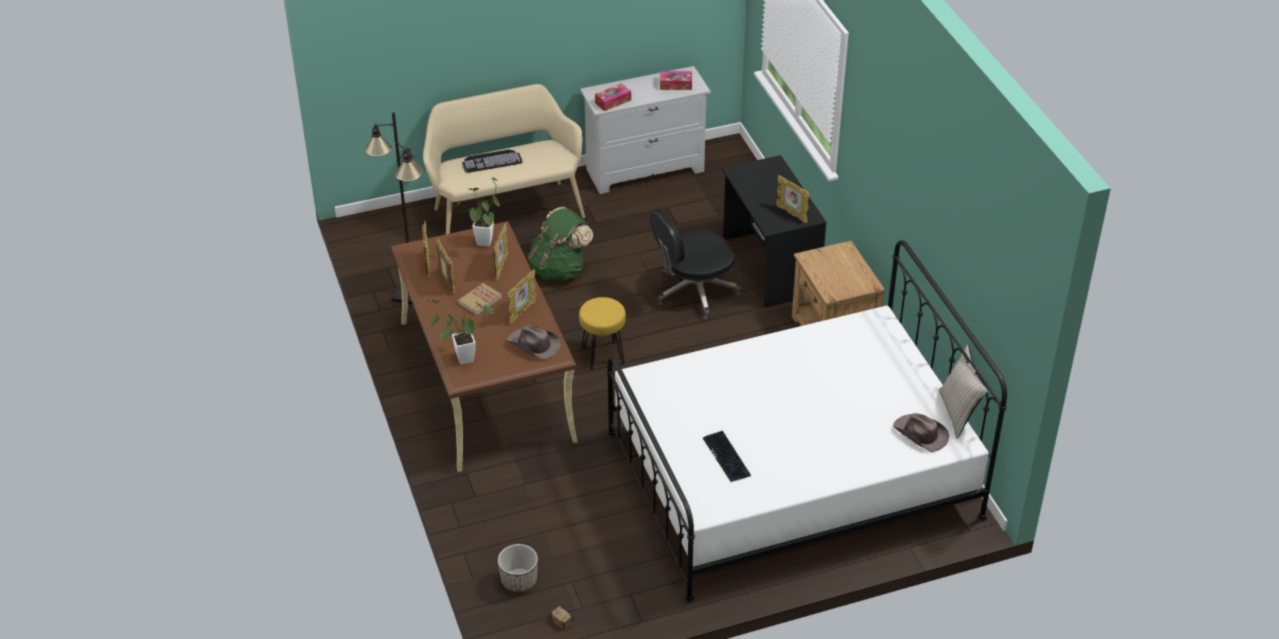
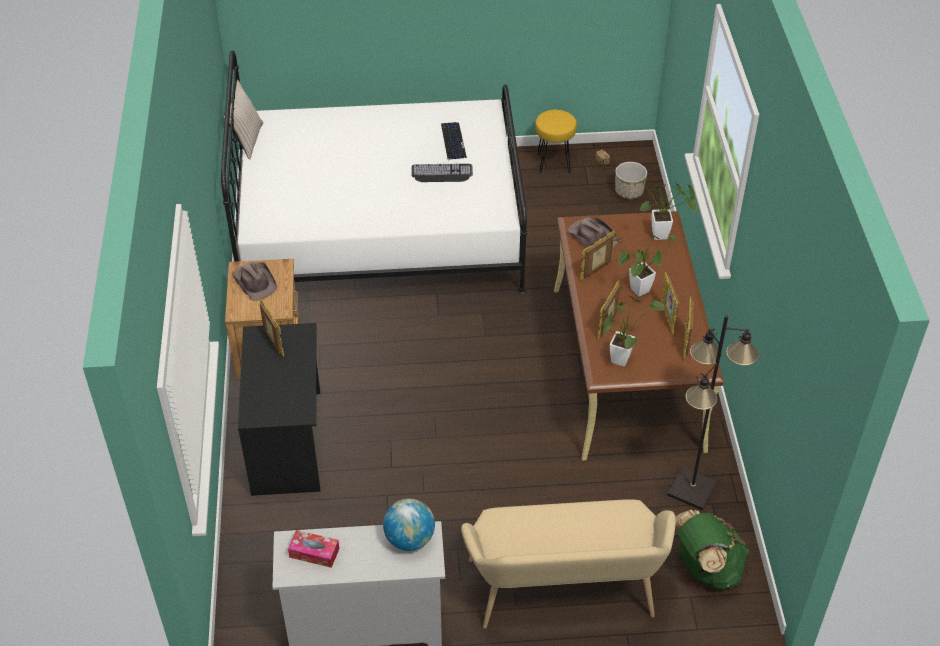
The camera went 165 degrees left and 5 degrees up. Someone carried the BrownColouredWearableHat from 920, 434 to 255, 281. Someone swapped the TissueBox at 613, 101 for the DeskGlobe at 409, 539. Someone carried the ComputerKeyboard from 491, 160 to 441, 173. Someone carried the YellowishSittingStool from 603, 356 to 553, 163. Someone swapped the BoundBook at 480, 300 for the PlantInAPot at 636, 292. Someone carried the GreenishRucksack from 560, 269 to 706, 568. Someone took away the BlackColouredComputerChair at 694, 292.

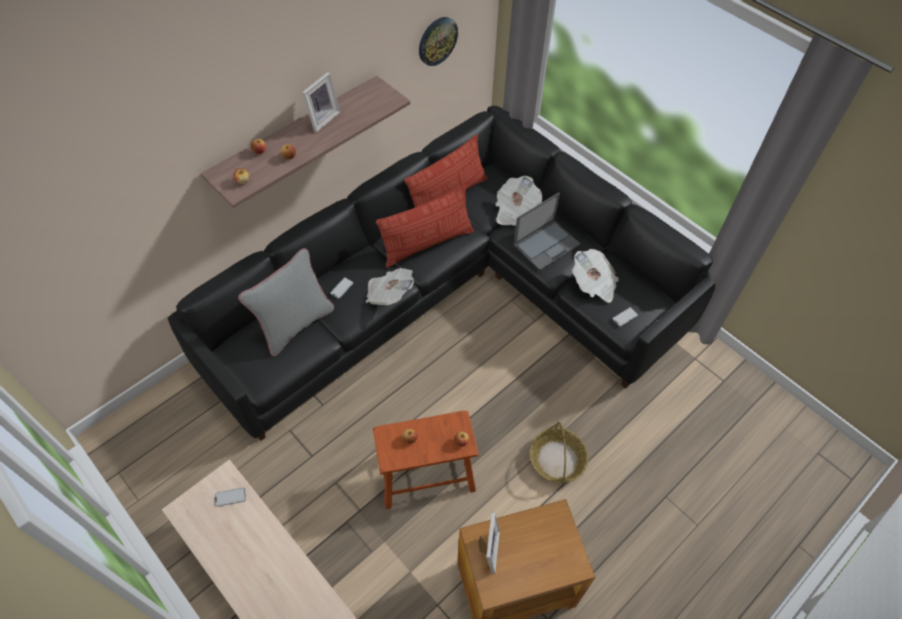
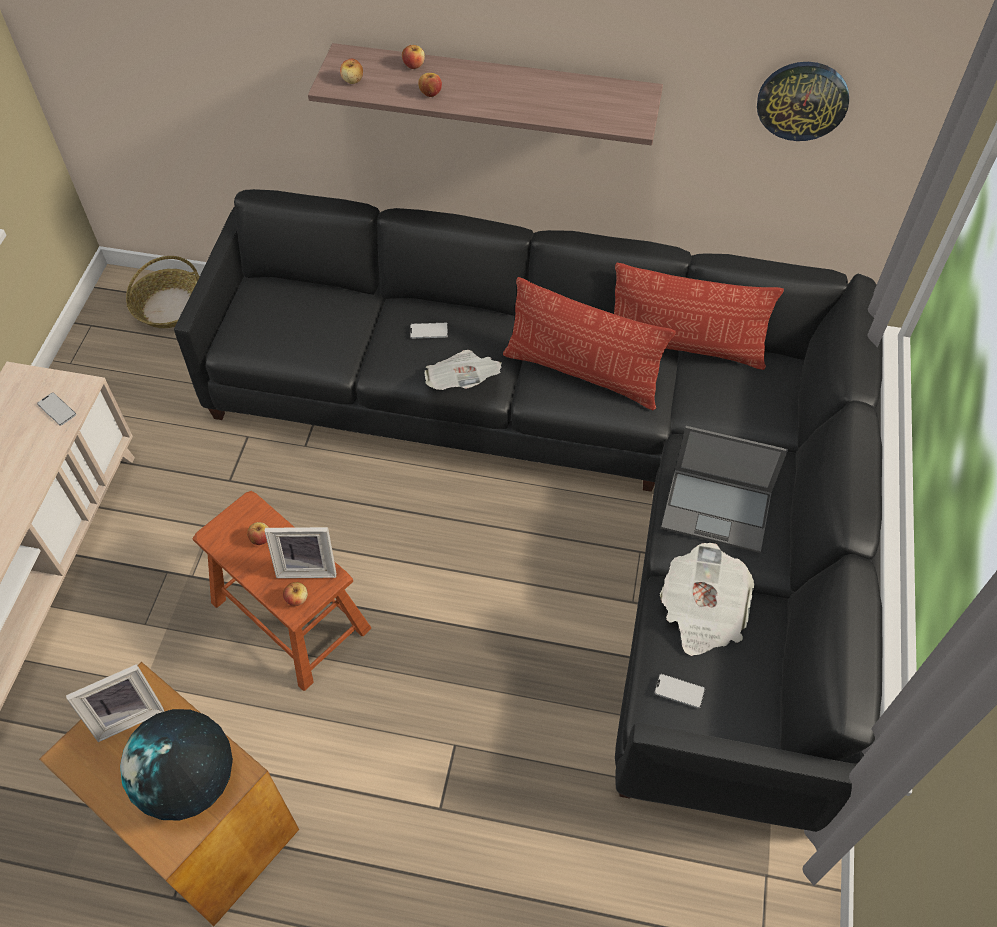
The camera went 55 degrees right and 0 degrees up. Someone put down the DeskGlobe at 190, 781. Someone carried the StorageBasket from 557, 459 to 169, 306. Someone carried the PictureFrame from 322, 119 to 307, 566. Someone took away the GrayPillow at 295, 325. Someone took away the DailyPaper at 515, 211.

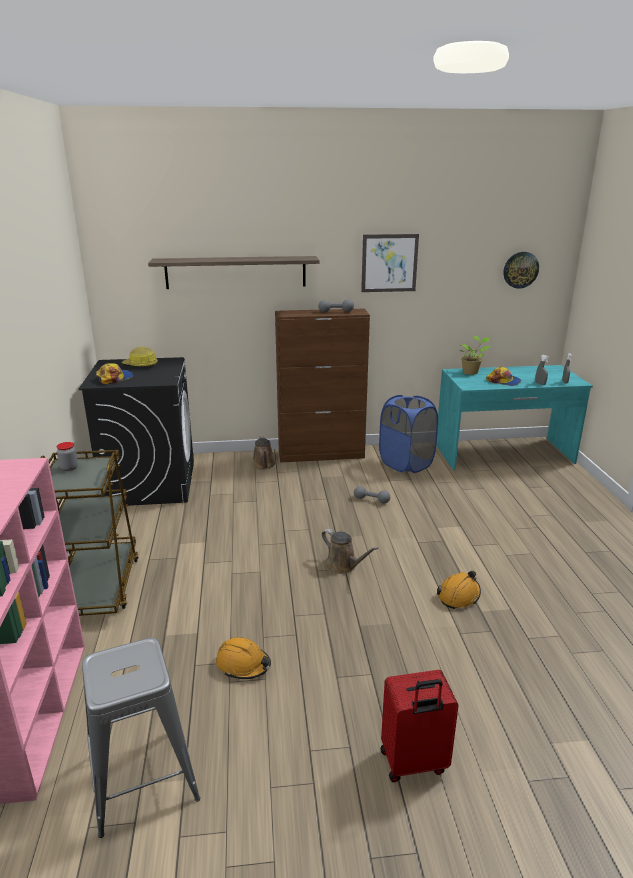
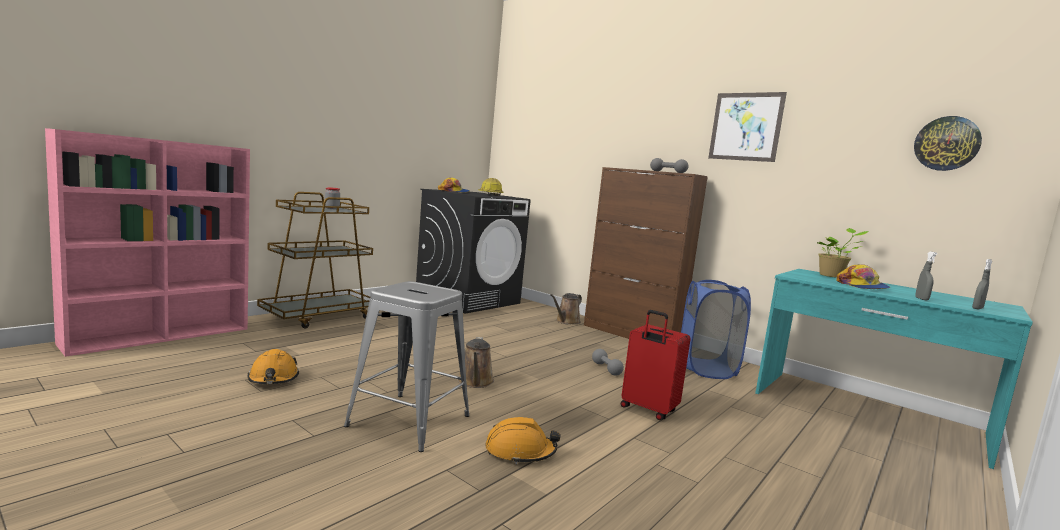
The camera went 45 degrees right and 15 degrees down. Someone carried the GraySittingStool from 143, 777 to 409, 421. Someone carried the ReddishTravelCase from 413, 763 to 648, 410. Someone took away the Shelf at 236, 272.

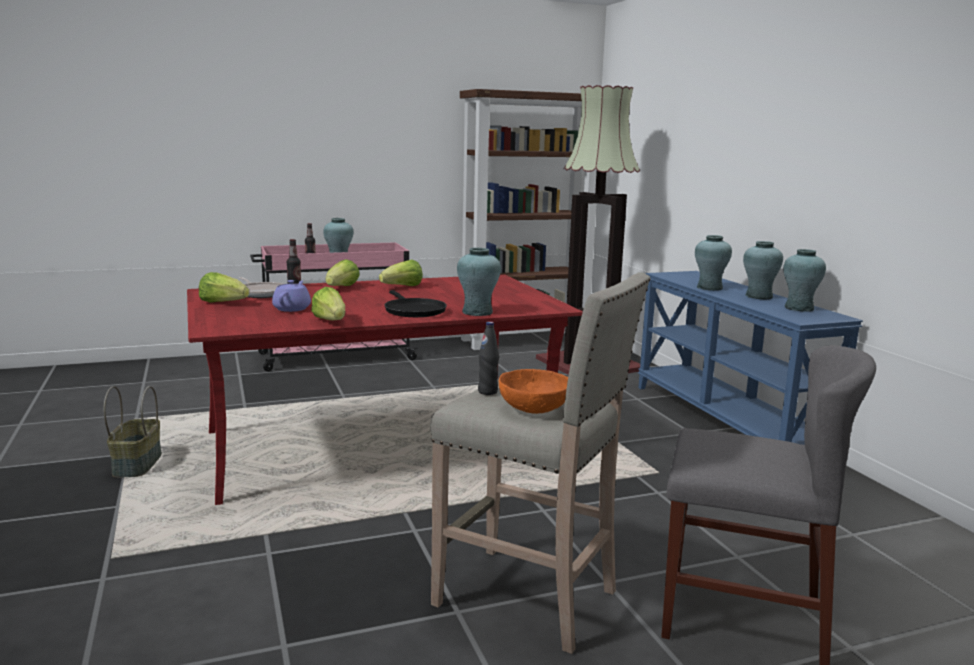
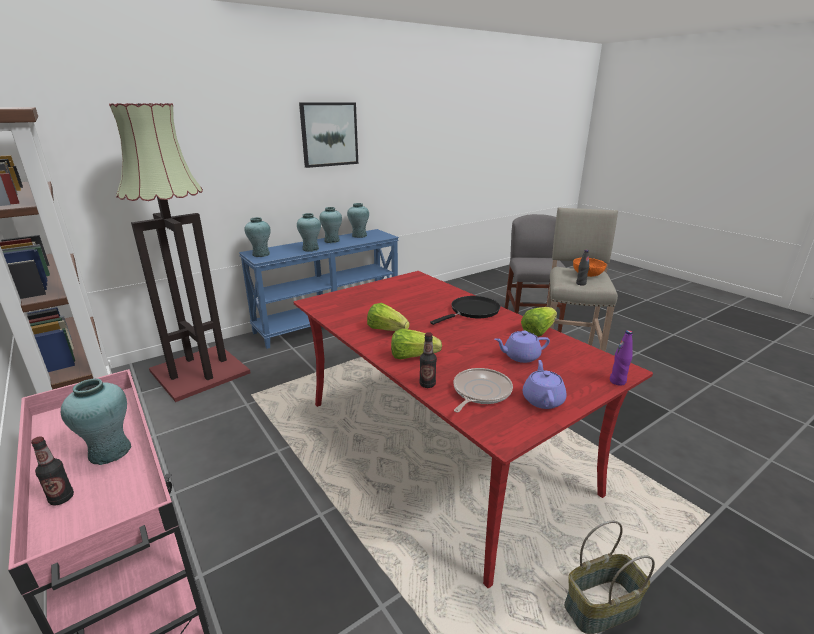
The camera went 105 degrees left and 10 degrees up. Someone carried the TurquoiseColouredVase from 477, 312 to 261, 254. Someone put up the Picture at 329, 134. Someone swapped the LettuceHead at 223, 303 for the PurpleColouredTeaPot at 542, 399. Someone put down the PurpleColouredBottle at 617, 381.

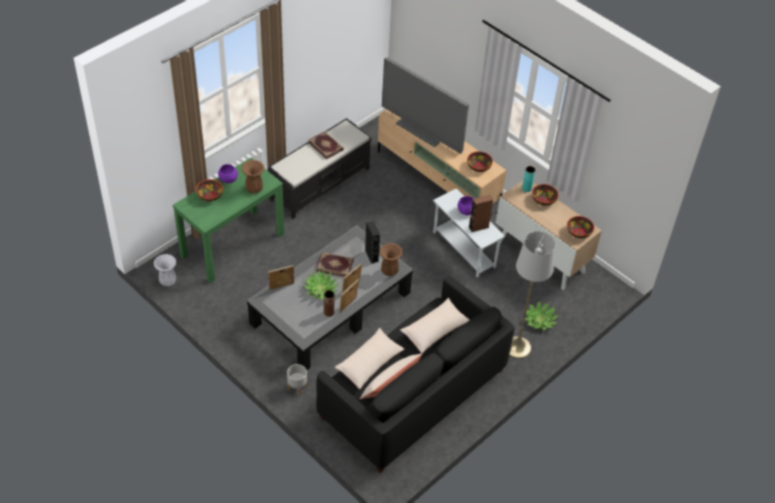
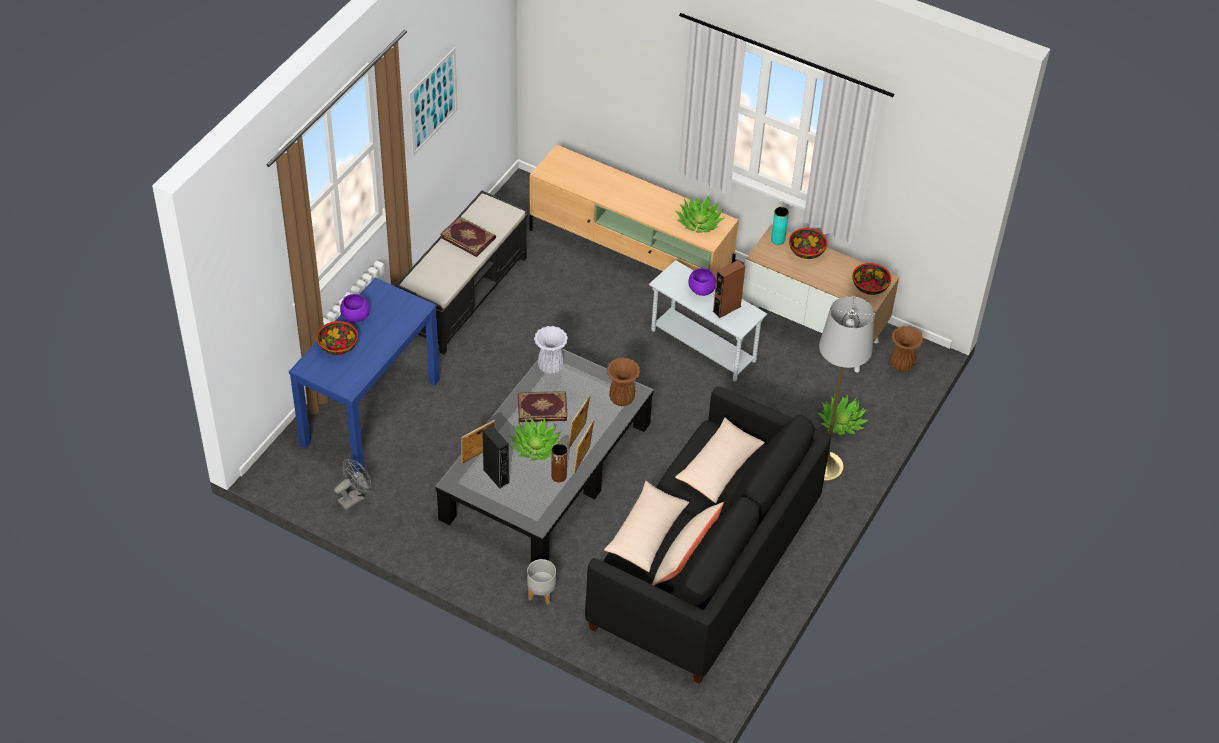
The camera went 15 degrees left and 0 degrees up. Someone repainted the GreenishNarrowTable at 233, 244, which became the BluishNarrowTable at 371, 411. Someone put down the GrayFan at 354, 498. Someone put up the Picture at 433, 101. Someone carried the BlackColouredAudioSpeaker from 371, 255 to 496, 476. Someone carried the WhiteColouredVase from 167, 281 to 550, 367. Someone swapped the Bowl at 479, 166 for the PlantInAPot at 699, 222. Someone carried the BrownColouredVase from 253, 189 to 900, 365. Someone took away the Tv at 423, 129.

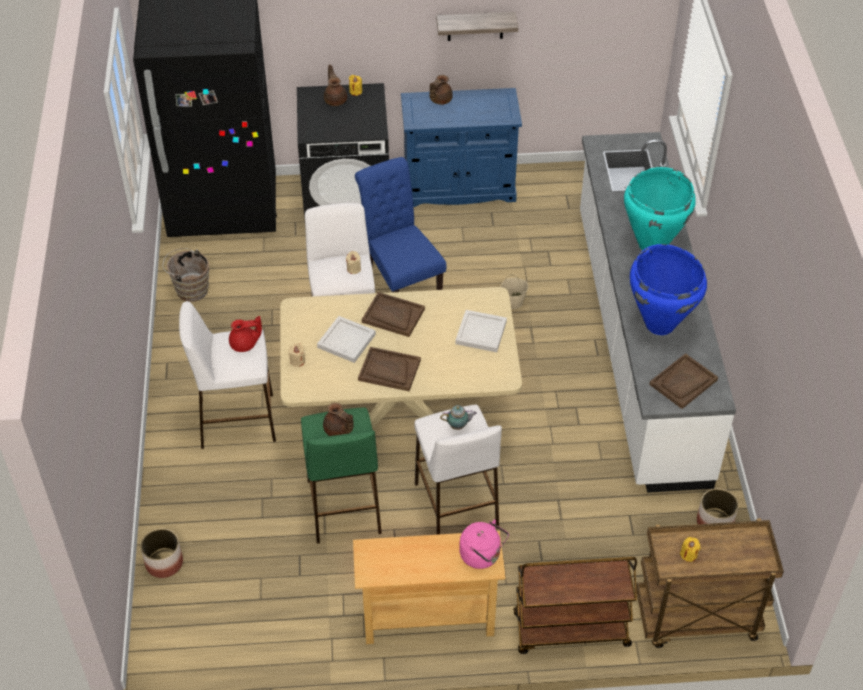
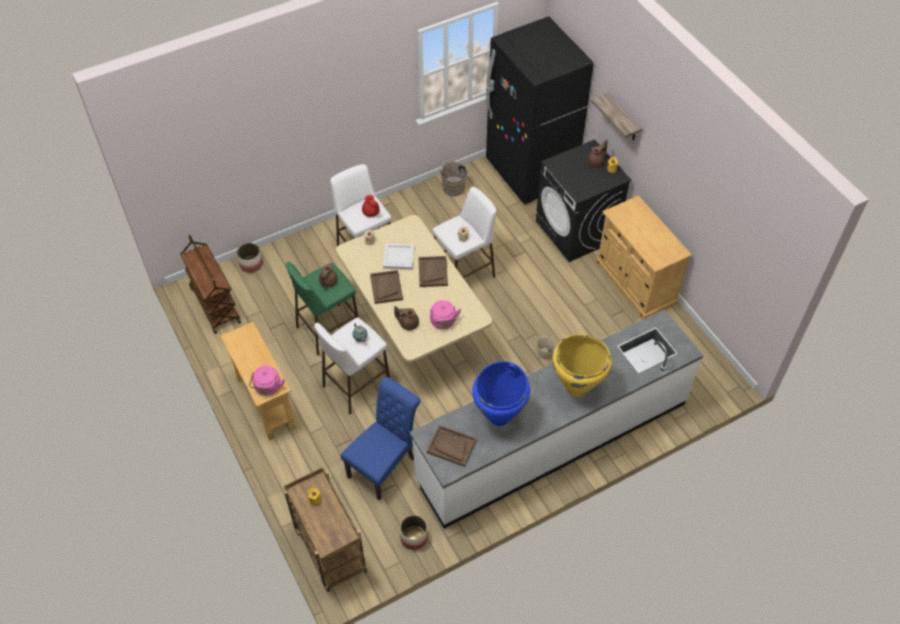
The camera went 65 degrees right and 5 degrees up. Someone carried the BrownColouredWheeledCart from 570, 631 to 215, 305. Someone carried the BluishUprightChair from 400, 283 to 384, 465. Someone carried the BrownColouredTeaPot from 439, 100 to 408, 323. Someone swapped the WhiteColouredTray at 481, 333 for the PinkKettle at 443, 322. Someone repainted the TurquoiseColouredVase at 652, 244, which became the YellowishVase at 577, 387. Someone carried the Shelf from 475, 26 to 623, 118. Someone repainted the BluishStorageCabinet at 459, 187, which became the BeigeColouredStorageCabinet at 635, 283.

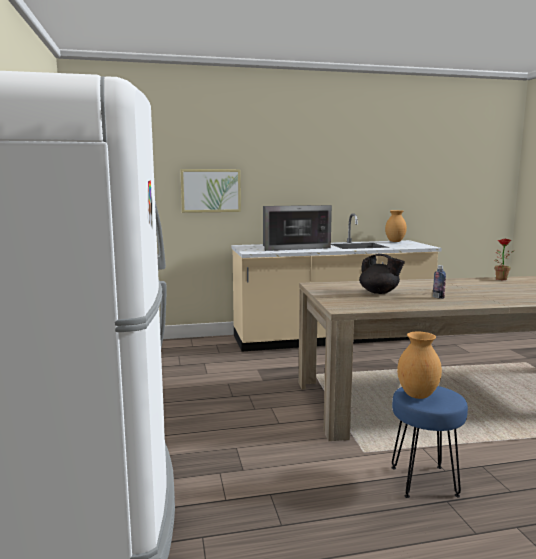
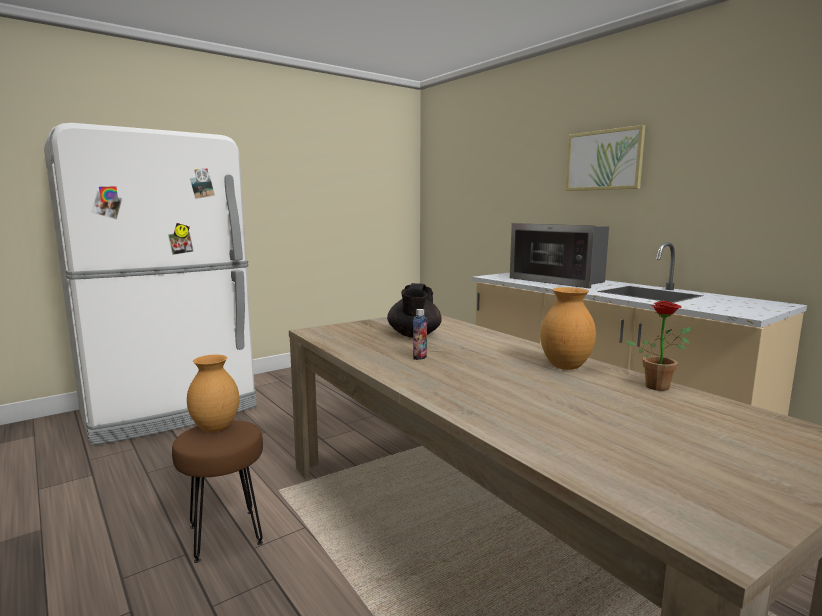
The camera went 65 degrees right and 0 degrees up. Someone repainted the BluishSittingStool at 423, 481, which became the BrownColouredSittingStool at 224, 534. Someone carried the BrownColouredVase from 394, 241 to 564, 366. Someone carried the Picture from 211, 190 to 604, 160.

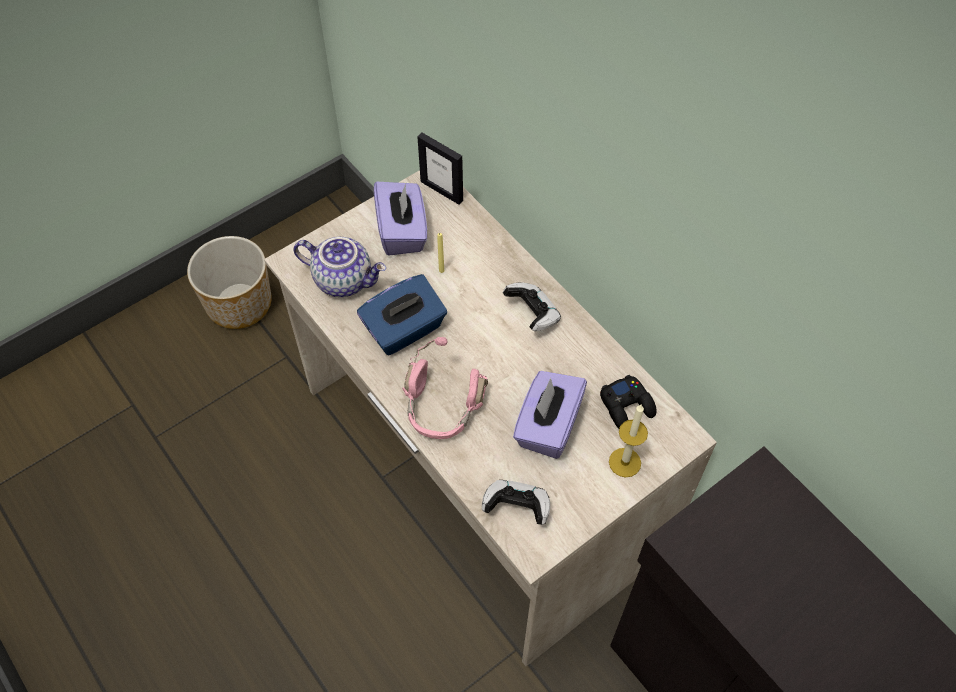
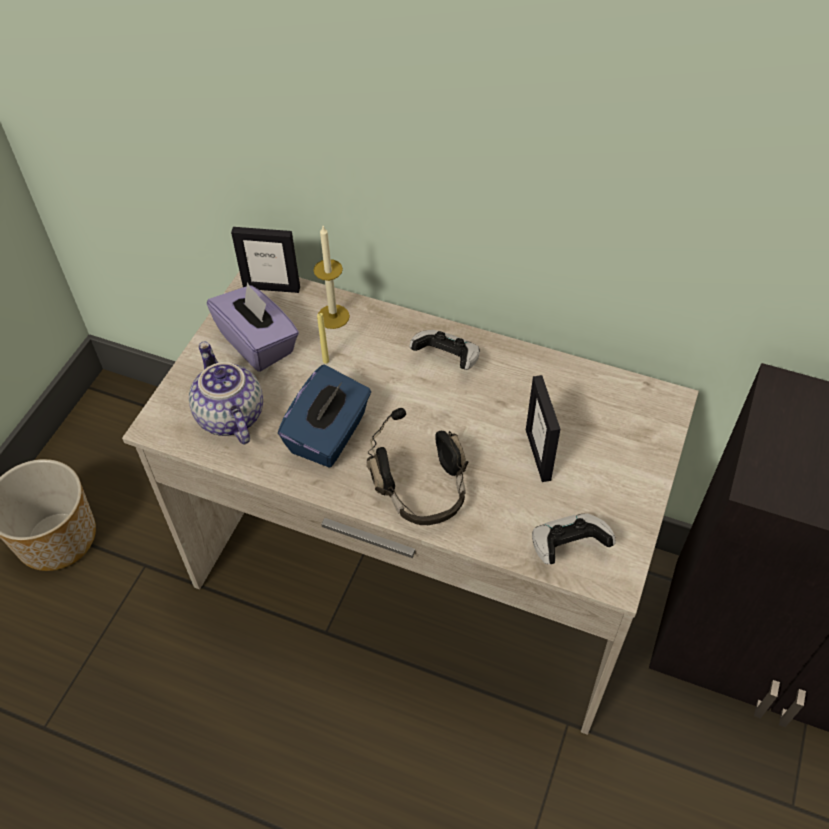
The camera went 30 degrees left and 5 degrees down. Someone rotated the TeaPot at 344, 279 by 105 degrees counterclockwise. Someone carried the Candle from 624, 462 to 333, 316. Someone repainted the PinkPairOfHeadphones at 442, 408, which became the BlackColouredPairOfHeadphones at 423, 490. Someone swapped the PurpleColouredTissueBox at 547, 426 for the PictureFrame at 538, 454. Someone took away the BlackColouredJoypad at 627, 406.

